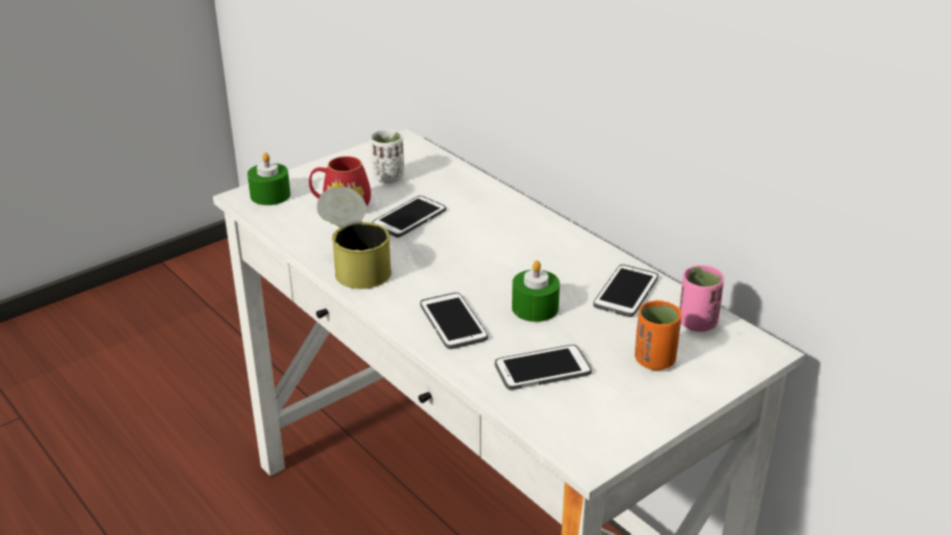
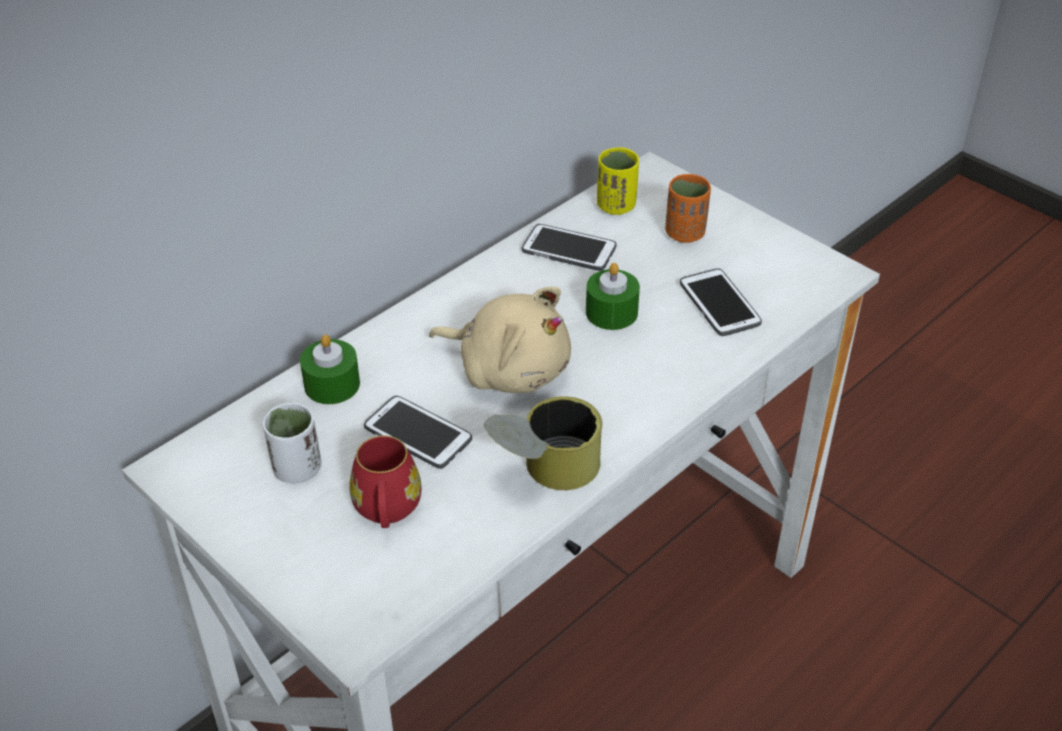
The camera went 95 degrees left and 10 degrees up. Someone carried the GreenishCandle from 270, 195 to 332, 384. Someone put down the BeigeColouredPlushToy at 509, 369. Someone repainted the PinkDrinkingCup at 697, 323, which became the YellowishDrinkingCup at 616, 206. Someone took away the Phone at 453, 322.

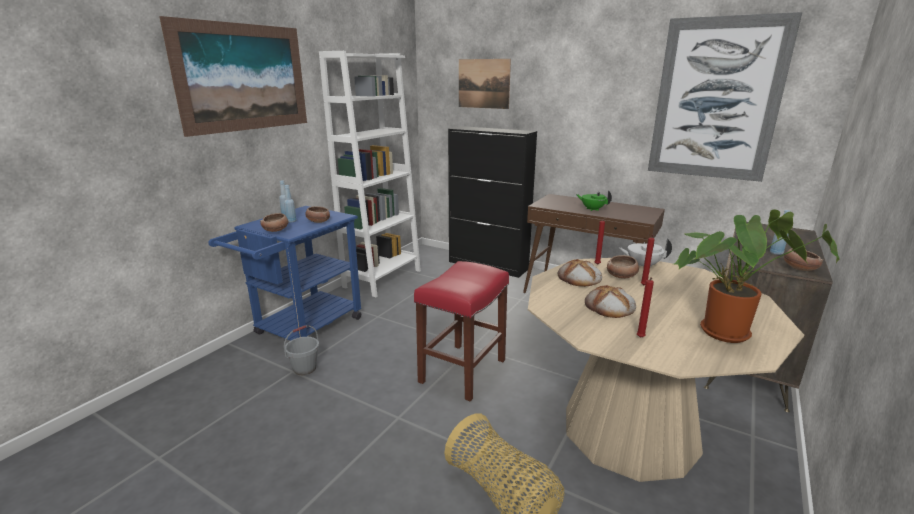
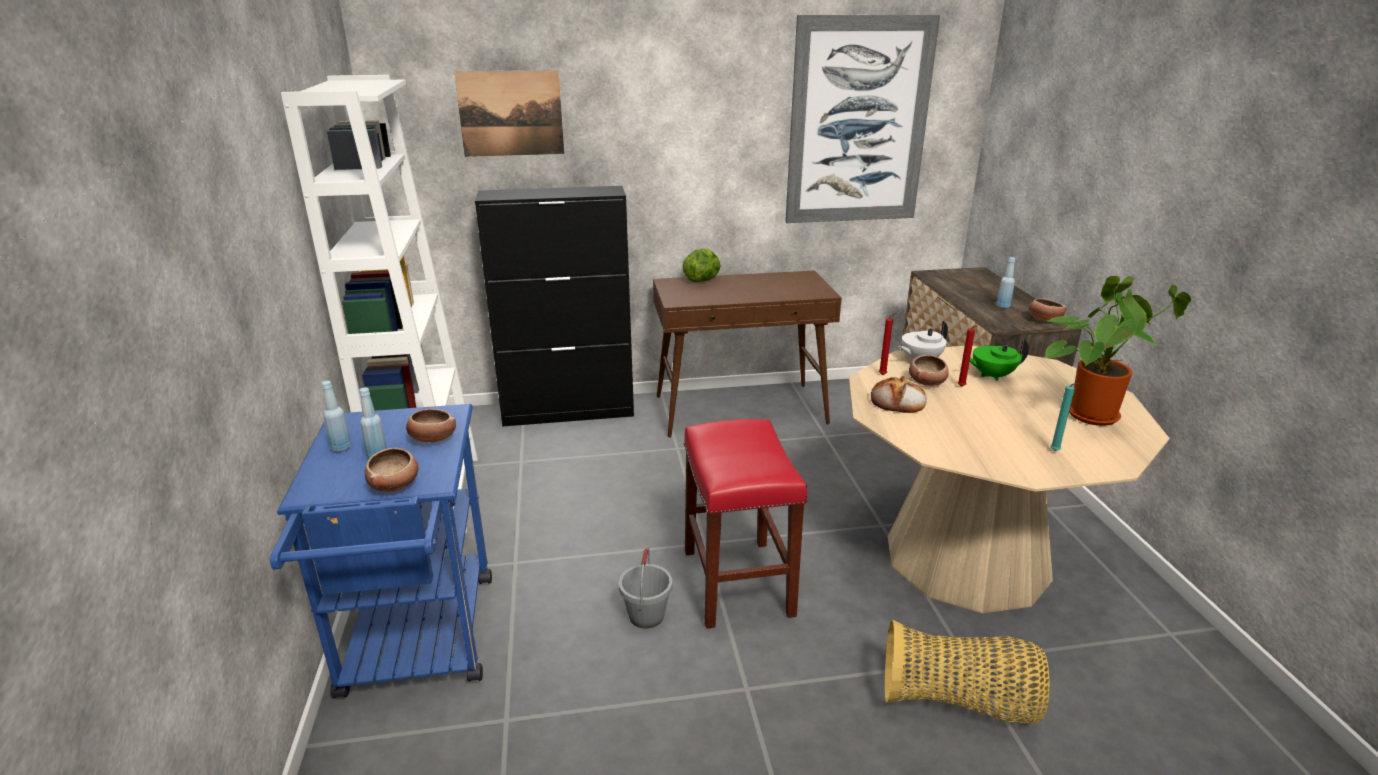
The camera went 40 degrees left and 5 degrees up. Someone carried the GrayWaterBucket from 305, 368 to 646, 615. Someone put down the LettuceHead at 702, 280. Someone carried the GreenishTeaPot from 592, 209 to 991, 375. Someone repainted the ReddishCandle at 640, 338, which became the TurquoiseColouredCandle at 1055, 452. Someone took away the Picture at 244, 78. Someone took away the BakedBread at 609, 307.

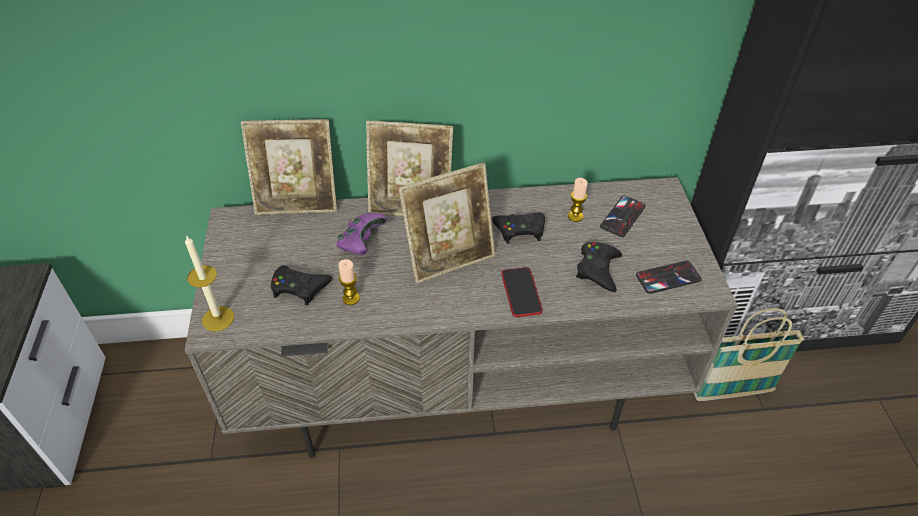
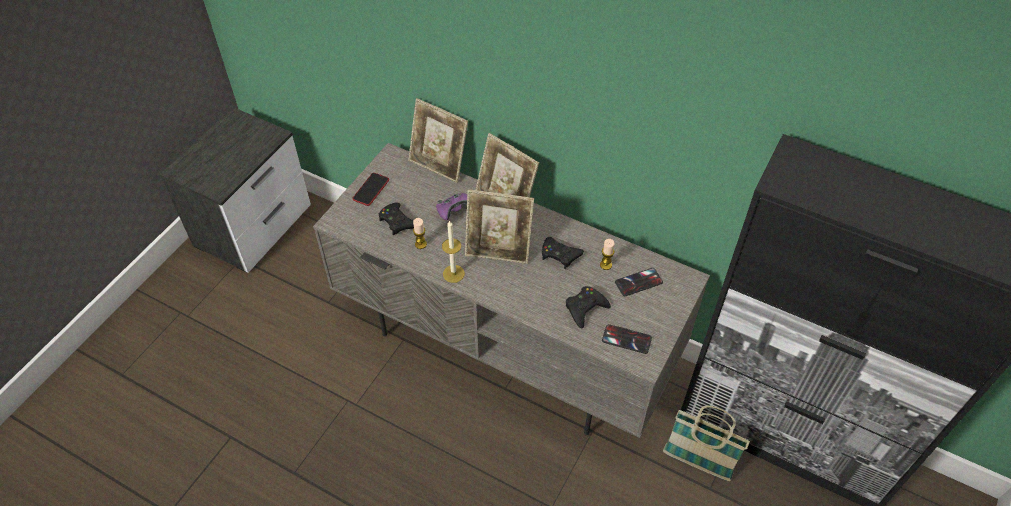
The camera went 35 degrees right and 5 degrees up. Someone carried the Phone from 521, 292 to 371, 190. Someone carried the Candle from 218, 318 to 453, 273.

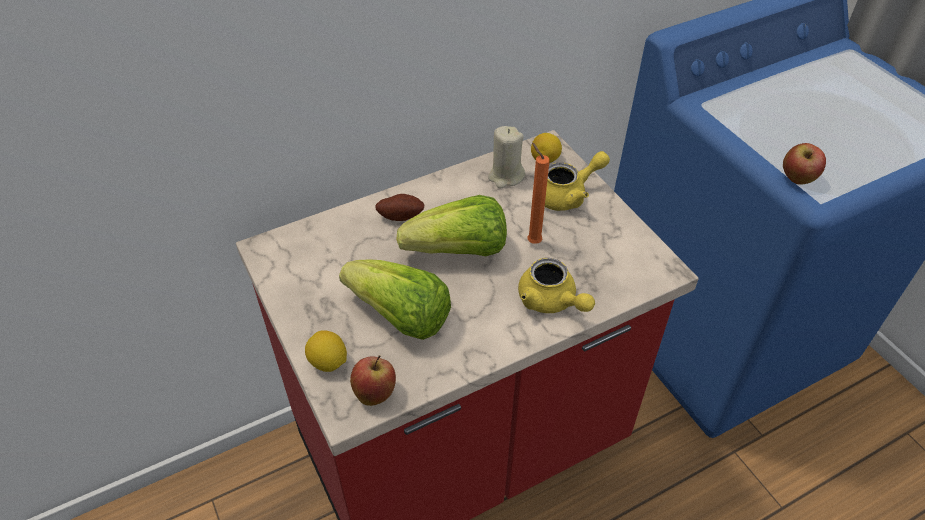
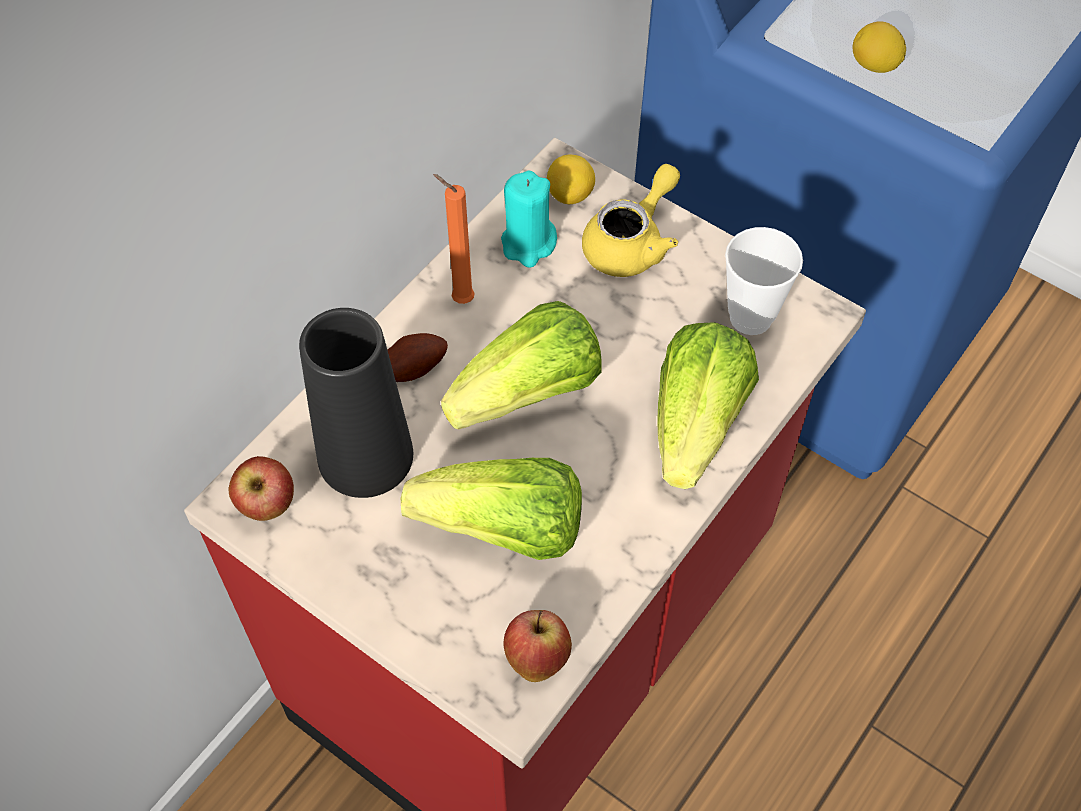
The camera went 25 degrees left and 10 degrees up. Someone carried the AppleFruit from 797, 179 to 267, 506. Someone put down the BlackColouredVase at 365, 456. Someone carried the OrangeCandle from 532, 241 to 459, 299. Someone repainted the BeigeColouredCandle at 505, 176, which became the TurquoiseColouredCandle at 528, 244. Someone swapped the YellowishTeaPot at 551, 302 for the LettuceHead at 697, 423. Someone put down the DrinkingCup at 750, 317. Someone carried the WholeLemon from 328, 362 to 874, 66.

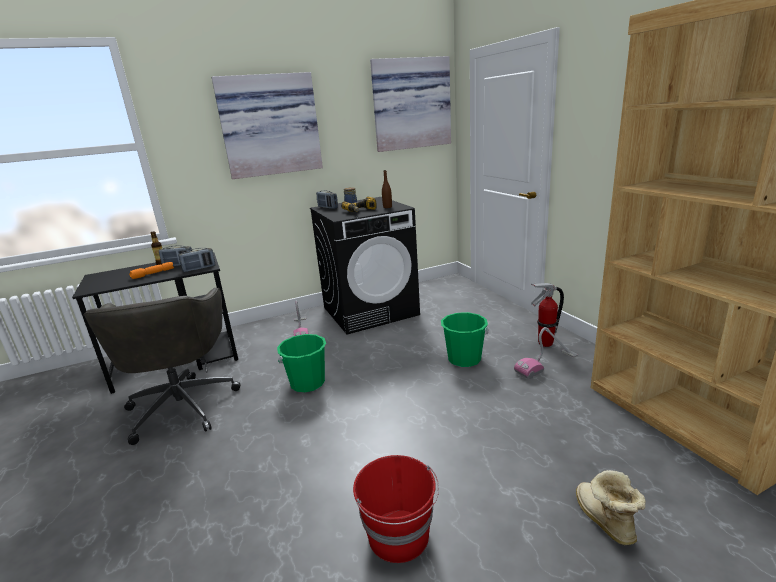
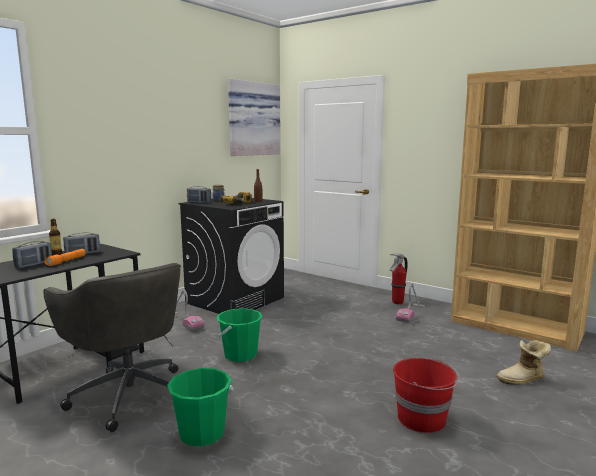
The camera went 30 degrees left and 10 degrees down. Someone carried the Radio from 199, 268 to 34, 264. Someone carried the GreenishWaterBucket from 464, 359 to 202, 433. Someone rotated the TallBoot at 603, 521 by 60 degrees counterclockwise. Someone took away the Picture at 270, 125.

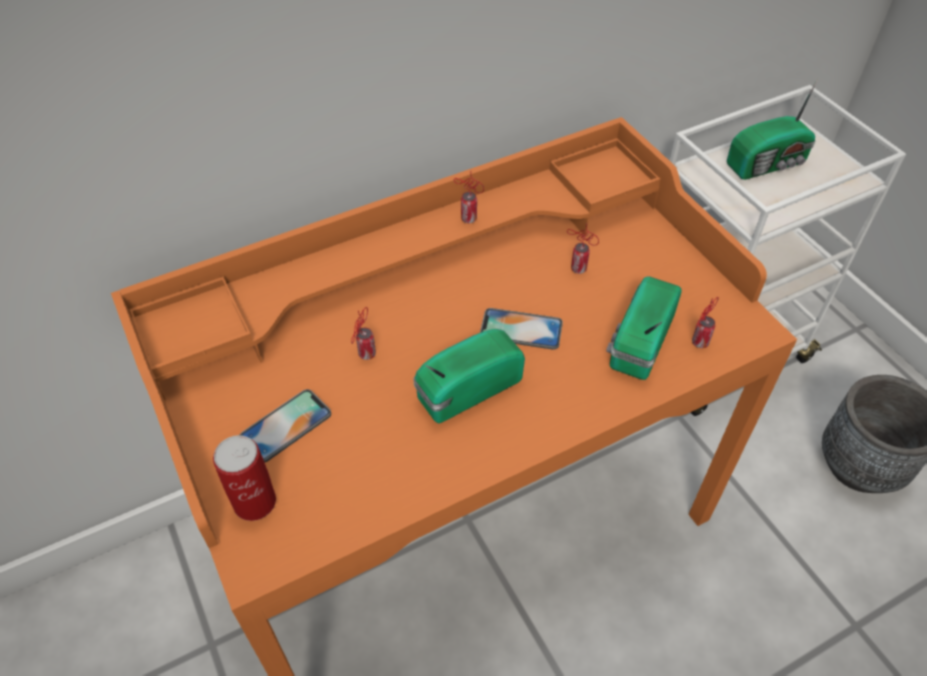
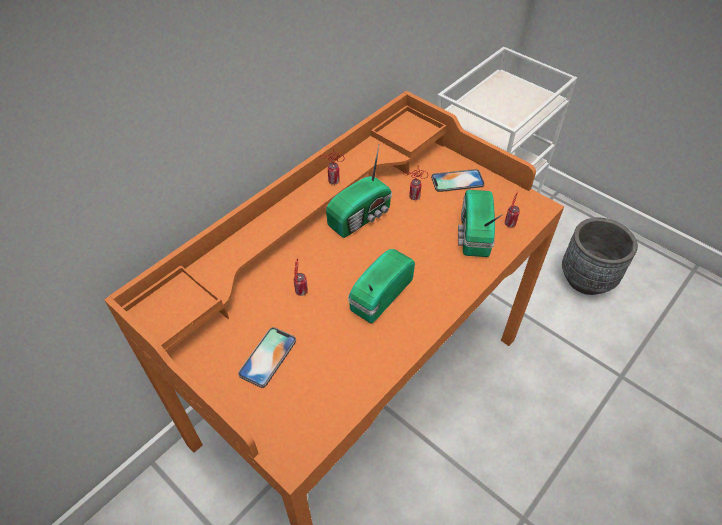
The camera went 20 degrees left and 0 degrees up. Someone carried the Radio from 769, 164 to 362, 217. Someone carried the Phone from 521, 329 to 457, 181. Someone took away the SealedCan at 254, 502.

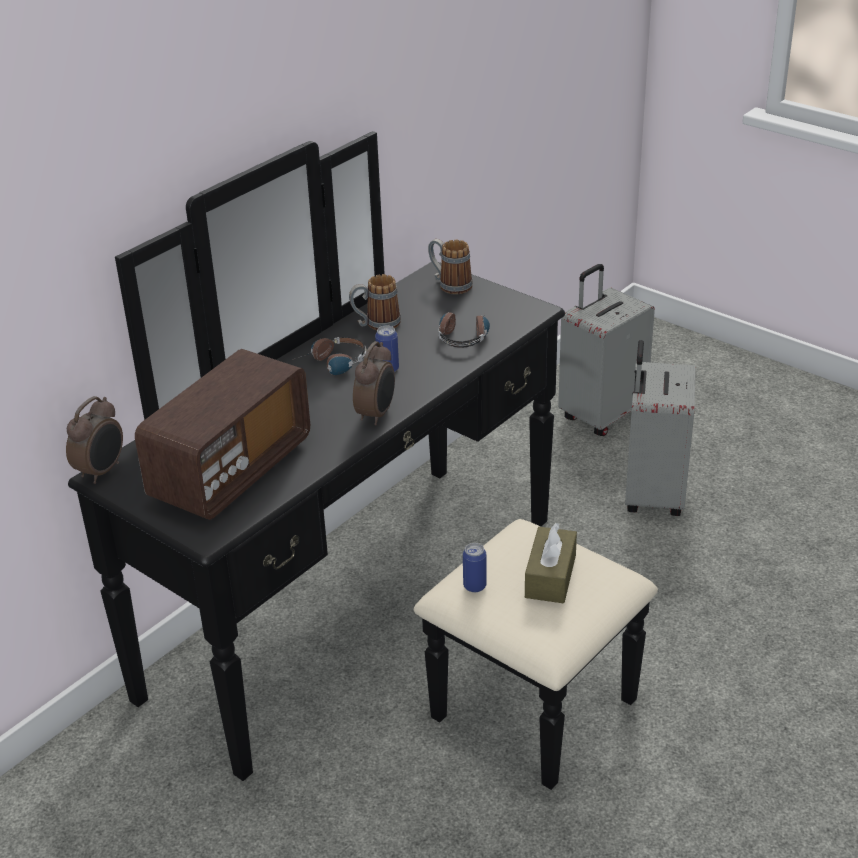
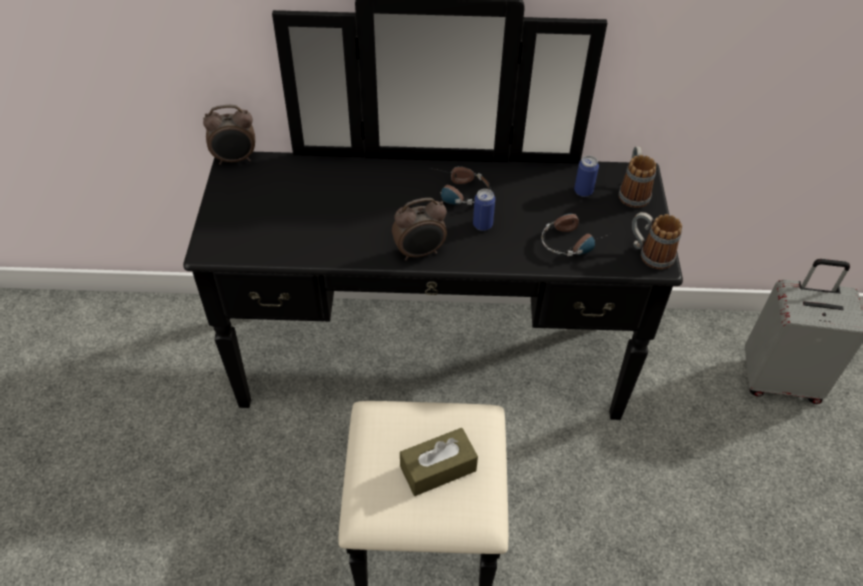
The camera went 50 degrees right and 15 degrees up. Someone carried the SealedCan from 474, 586 to 583, 191. Someone carried the Mug from 376, 324 to 649, 254. Someone took away the Radio at 231, 471. Someone took away the GrayTravelCase at 652, 494.

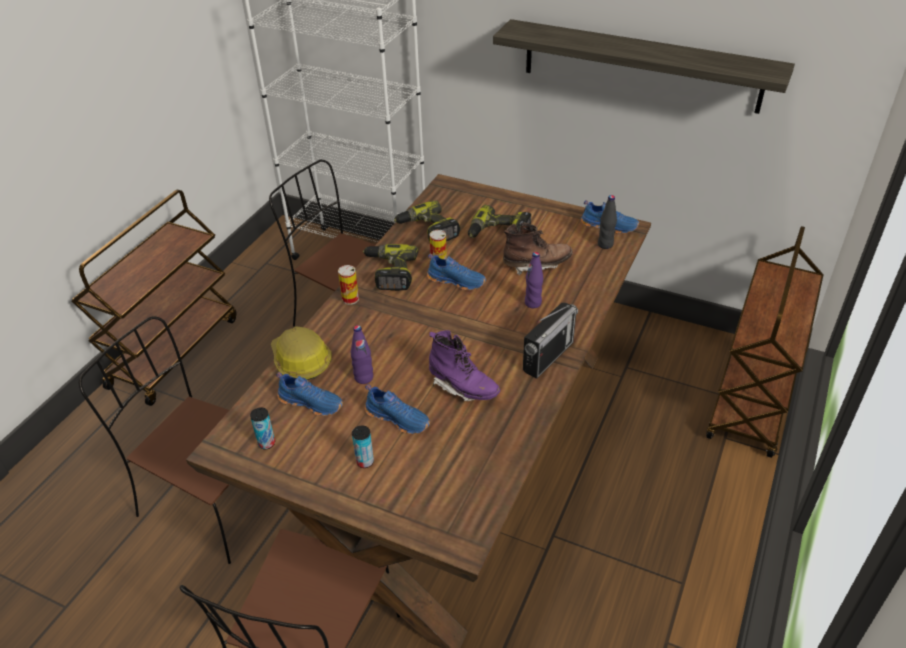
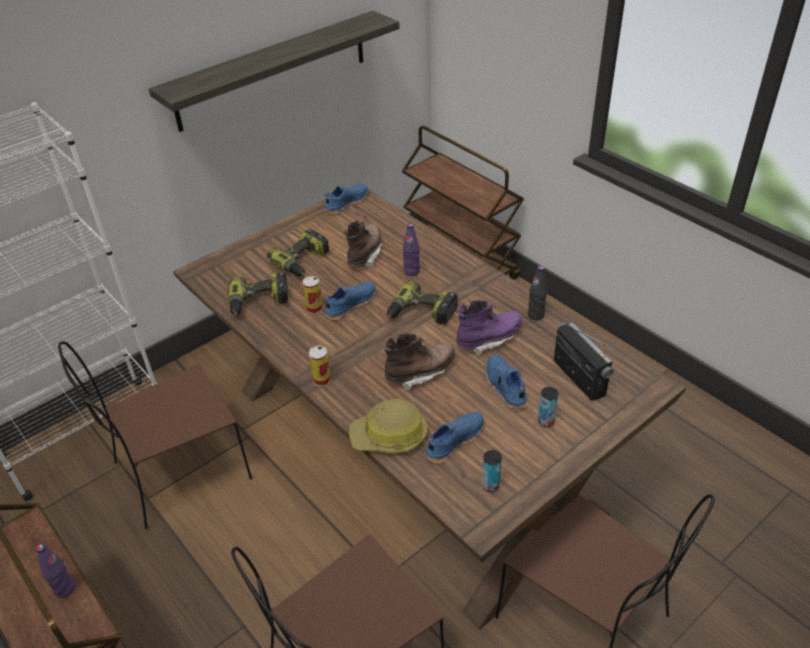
The camera went 65 degrees left and 0 degrees up. Someone carried the PurpleColouredBottle from 364, 378 to 65, 589. Someone put down the BrownColouredTallBoot at 420, 373. Someone carried the Drill from 389, 272 to 421, 313. Someone rotated the BluishItemOfFootwear at 398, 418 by 75 degrees counterclockwise. Someone carried the BlackColouredBottle from 605, 244 to 535, 315. Someone carried the Radio from 548, 356 to 579, 377.

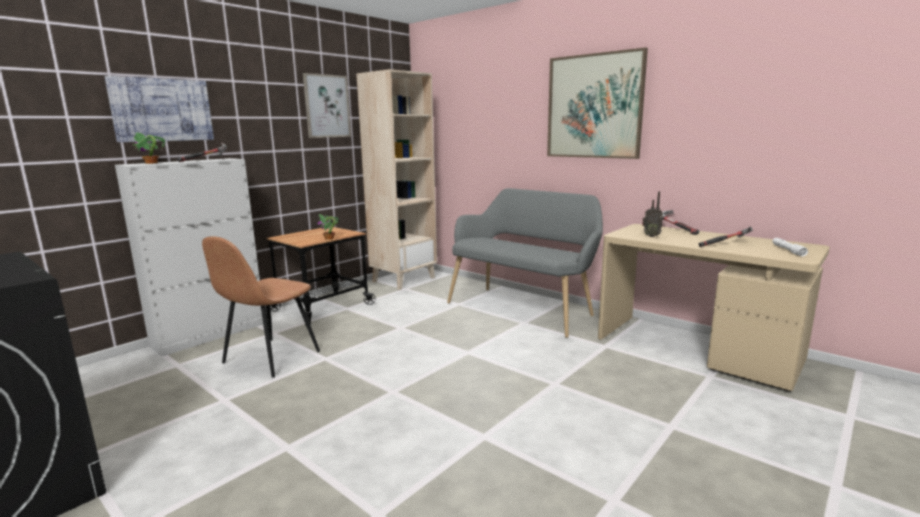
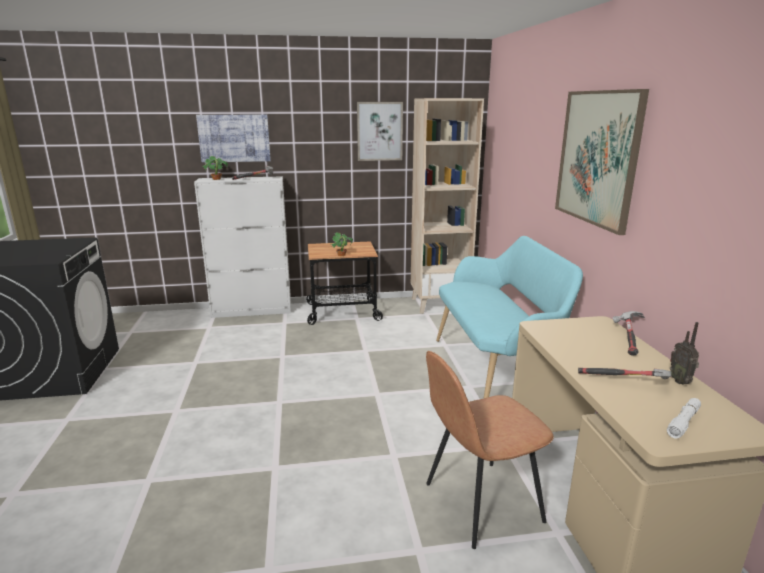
The camera went 40 degrees right and 5 degrees up. Someone carried the BrownColouredUprightChair from 269, 358 to 480, 503. Someone repainted the GrayLongSeat at 523, 308, which became the TurquoiseColouredLongSeat at 495, 371. Someone carried the Radio from 651, 236 to 680, 381.

